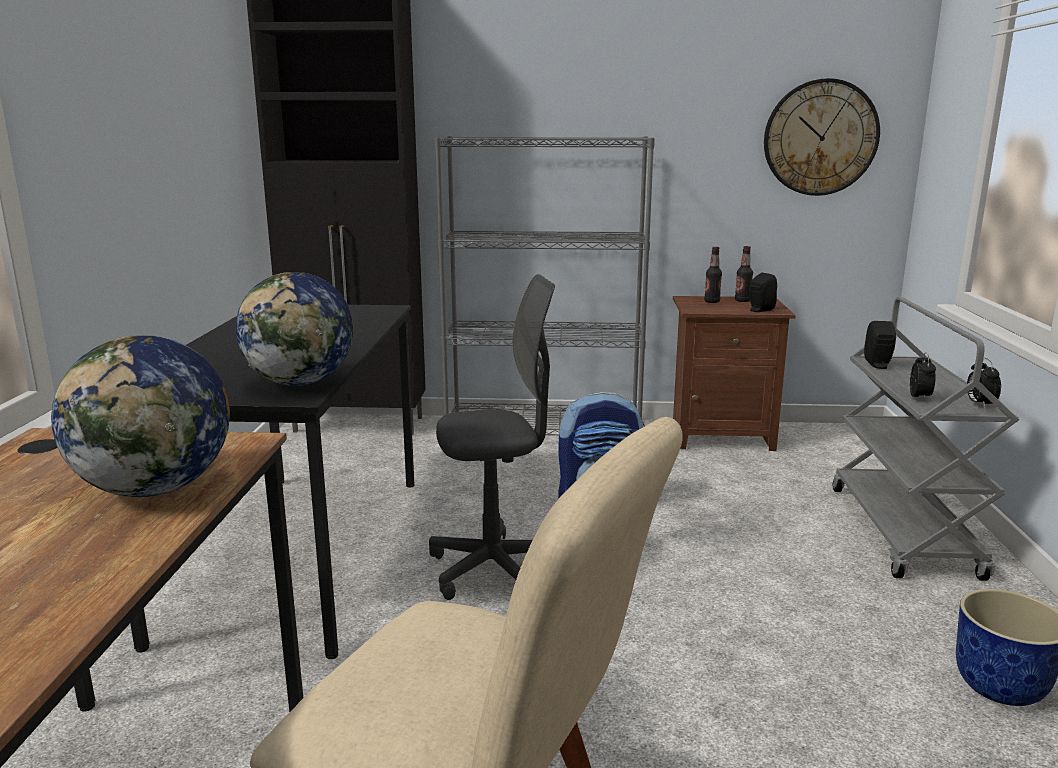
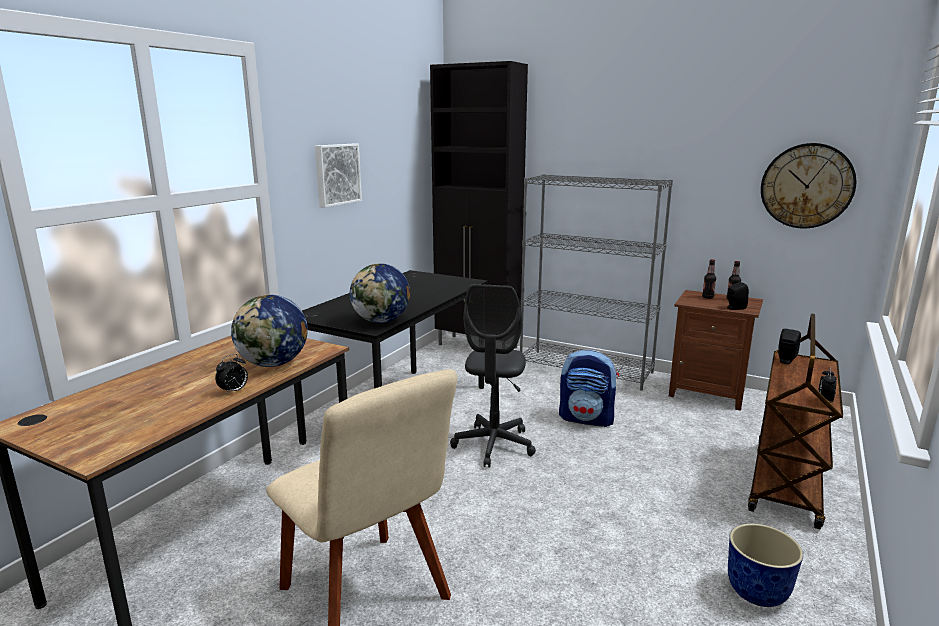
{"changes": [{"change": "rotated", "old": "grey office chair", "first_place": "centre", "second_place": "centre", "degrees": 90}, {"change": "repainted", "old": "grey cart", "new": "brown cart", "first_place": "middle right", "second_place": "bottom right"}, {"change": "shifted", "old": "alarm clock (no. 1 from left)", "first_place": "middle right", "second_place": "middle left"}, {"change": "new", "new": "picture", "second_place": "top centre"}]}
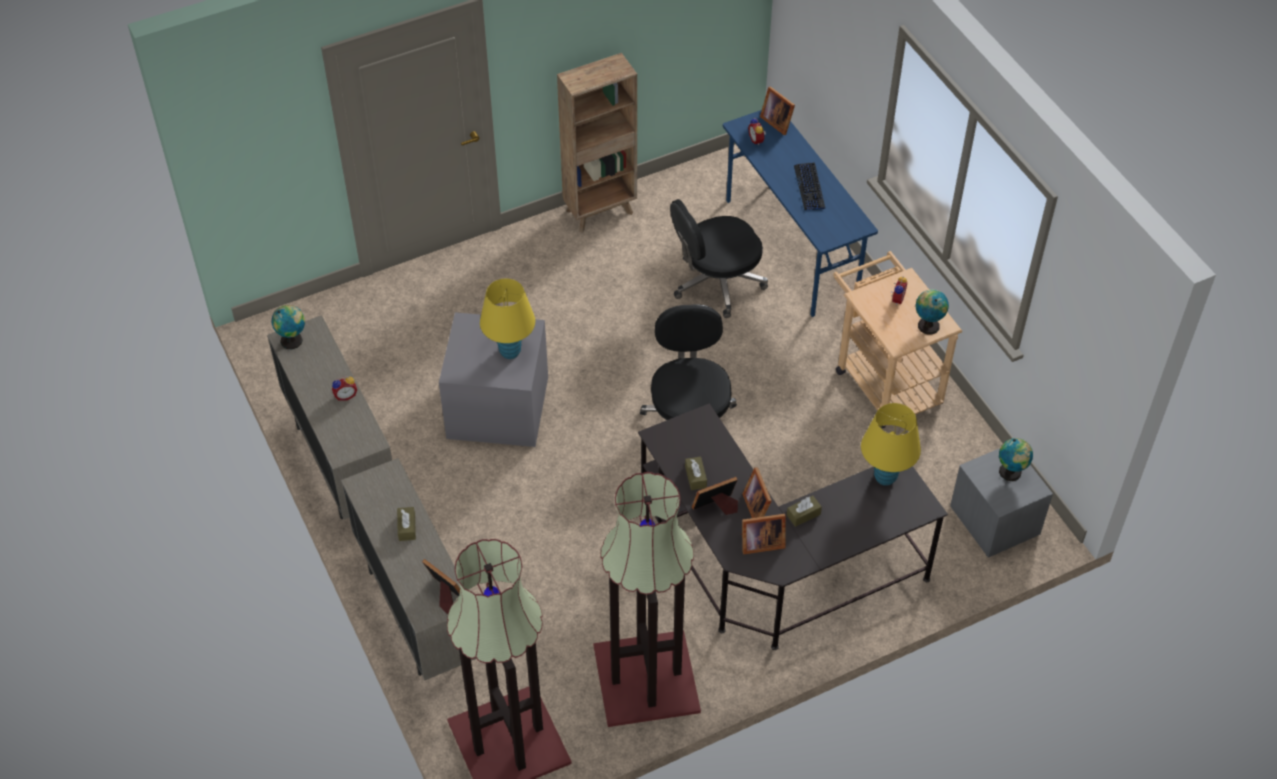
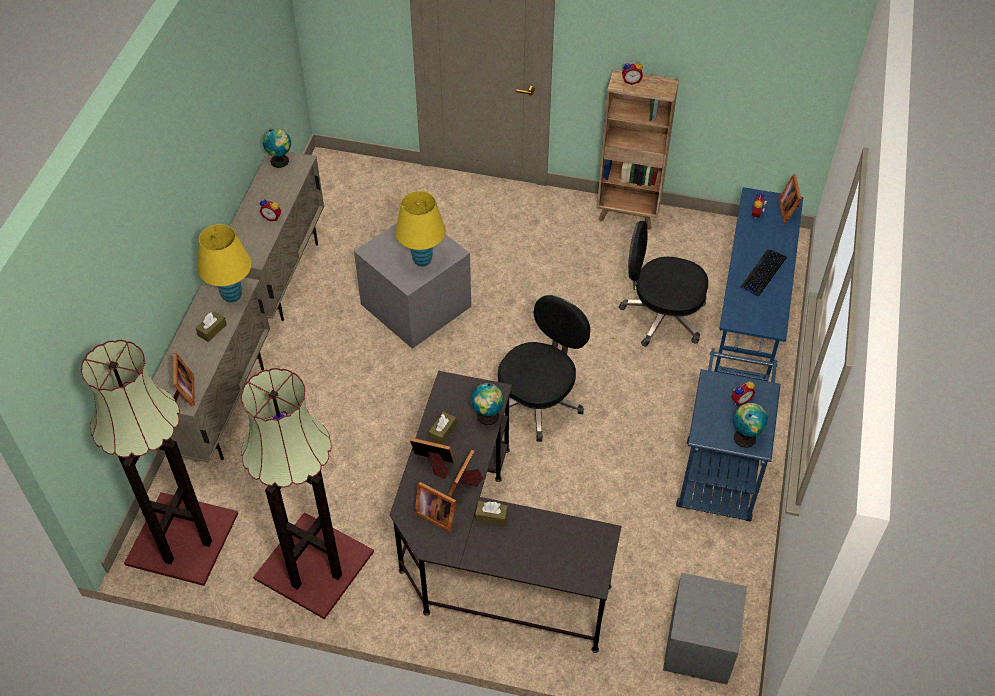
{"changes": [{"change": "repainted", "old": "beige cart", "new": "blue cart", "first_place": "middle right", "second_place": "middle right"}, {"change": "shifted", "old": "yellow table lamp (no. 2 from left in the first image)", "new": "yellow table lamp (no. 1 from left)", "first_place": "middle right", "second_place": "middle left"}, {"change": "shifted", "old": "globe (no. 3 from left in the first image)", "new": "globe (no. 2 from left)", "first_place": "middle right", "second_place": "centre"}, {"change": "new", "new": "alarm clock (no. 2 from left)", "second_place": "top centre"}]}
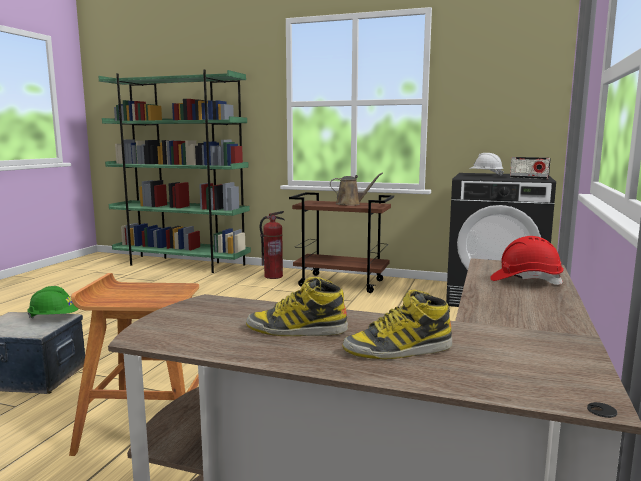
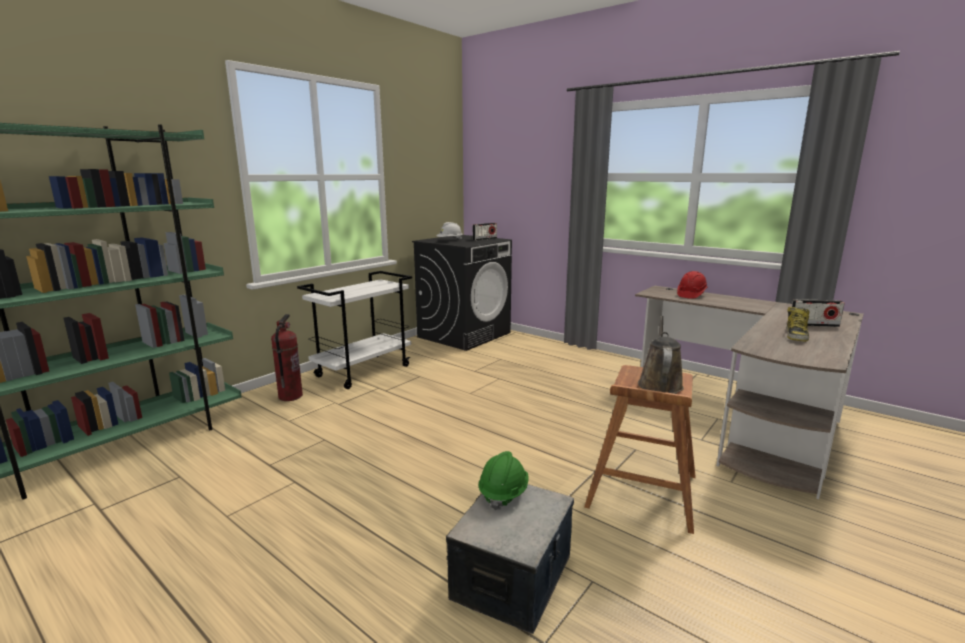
{"changes": [{"change": "repainted", "old": "brown cart", "new": "white cart", "first_place": "centre", "second_place": "centre"}, {"change": "shifted", "old": "brown watering can", "first_place": "centre", "second_place": "middle right"}, {"change": "swapped", "old": "boot (no. 2 from left)", "new": "radio (no. 2 from left)", "first_place": "bottom centre", "second_place": "middle right"}]}
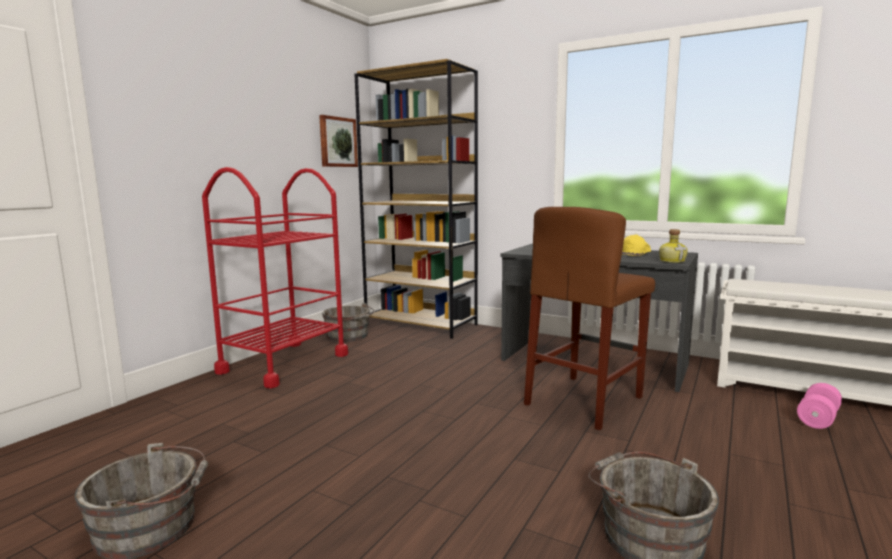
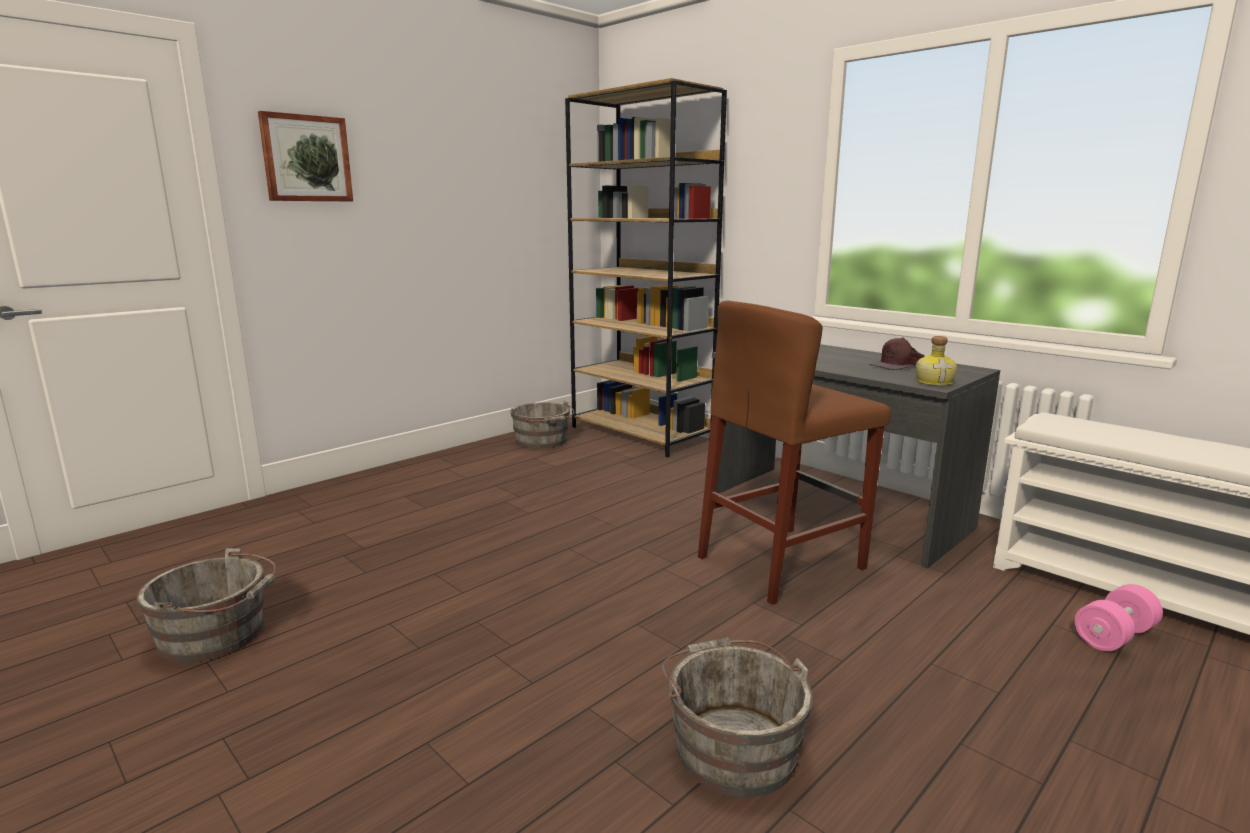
{"changes": [{"change": "gone", "old": "red cart", "first_place": "middle left"}, {"change": "shifted", "old": "picture", "first_place": "top centre", "second_place": "top left"}, {"change": "repainted", "old": "yellow cap", "new": "brown cap", "first_place": "middle right", "second_place": "middle right"}]}
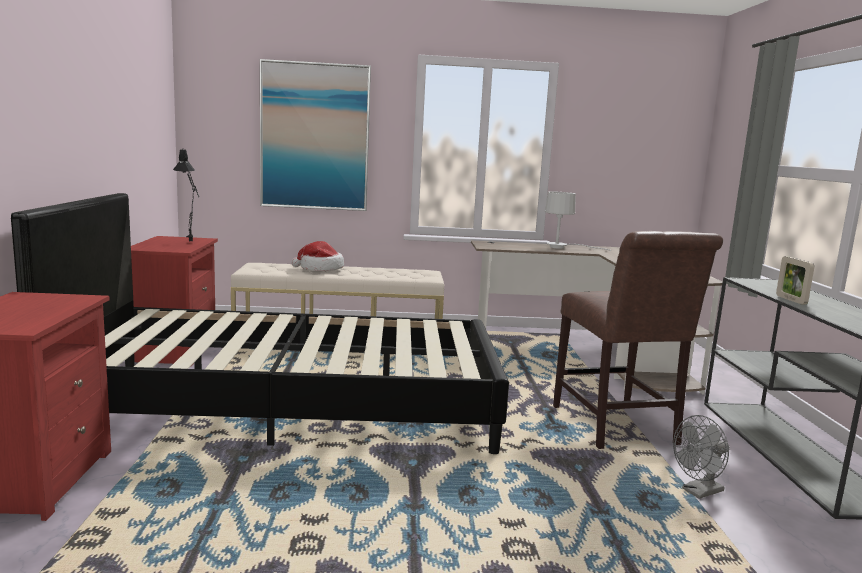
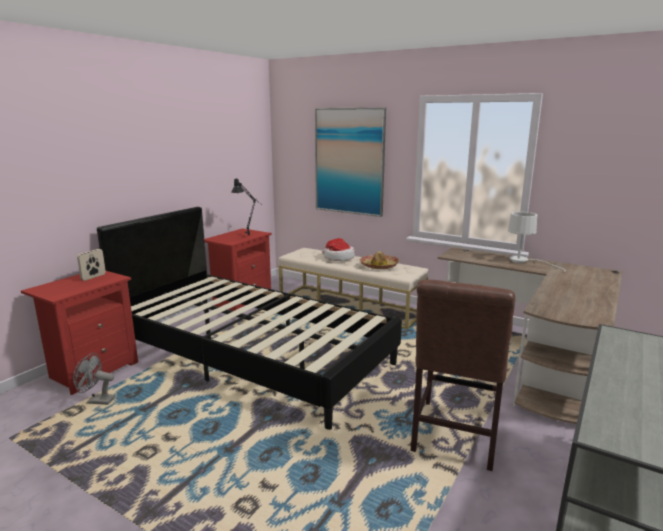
{"changes": [{"change": "shifted", "old": "grey fan", "first_place": "bottom right", "second_place": "bottom left"}, {"change": "shifted", "old": "picture frame", "first_place": "middle right", "second_place": "middle left"}, {"change": "new", "new": "hat (no. 2 from left)", "second_place": "centre"}]}
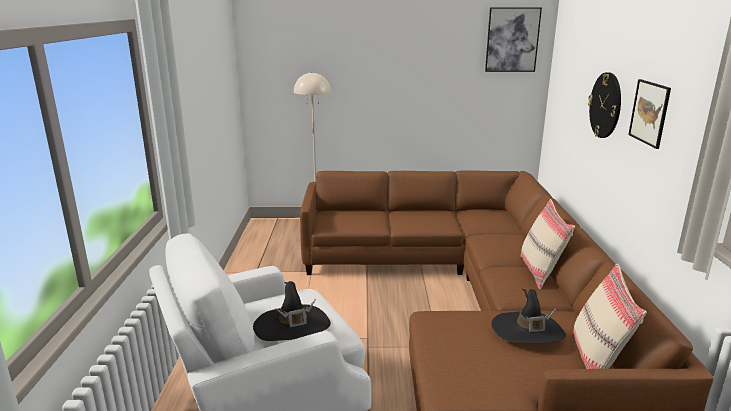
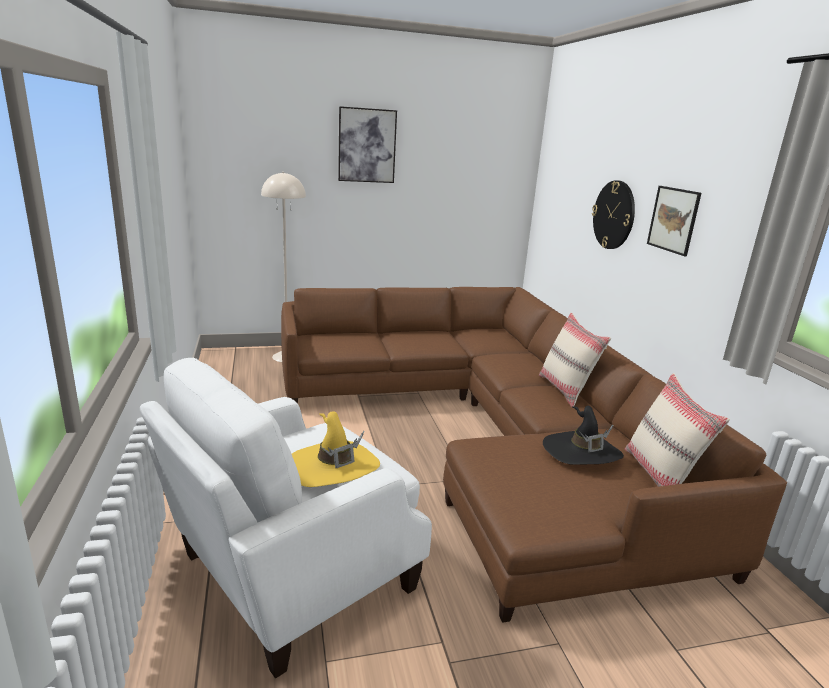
{"changes": [{"change": "repainted", "old": "black hat (no. 1 from left)", "new": "yellow hat", "first_place": "bottom centre", "second_place": "centre"}, {"change": "shifted", "old": "picture (no. 1 from left)", "first_place": "top right", "second_place": "top centre"}]}
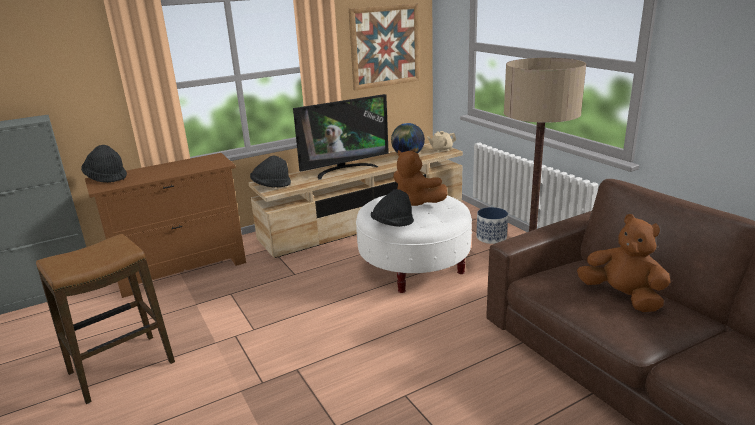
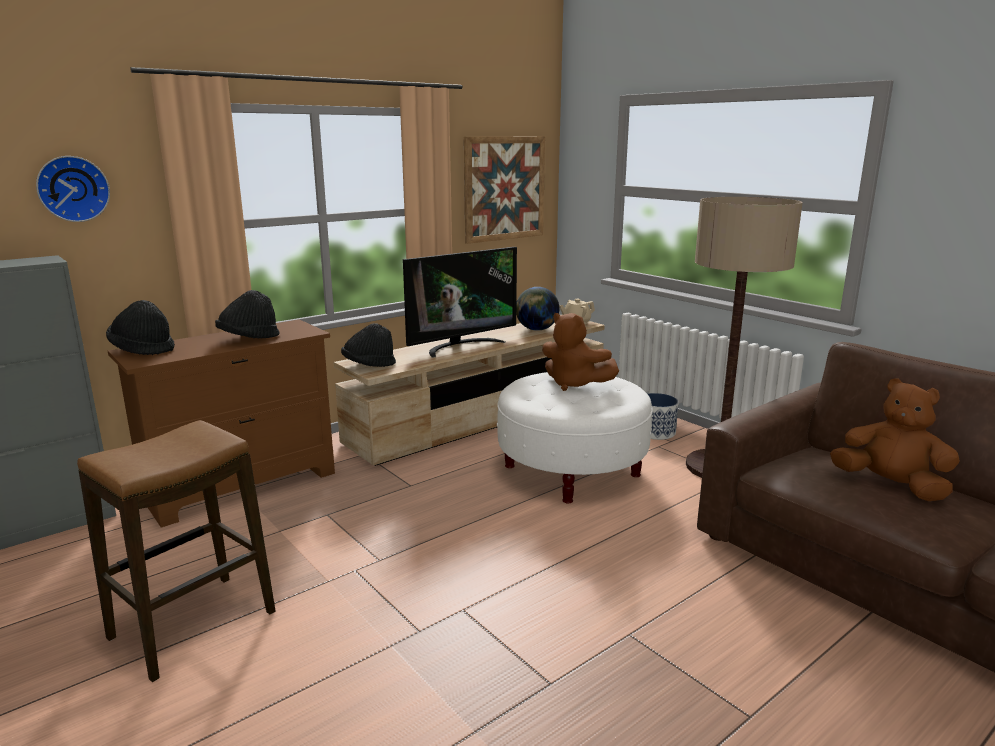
{"changes": [{"change": "shifted", "old": "black hat (no. 3 from left in the first image)", "new": "black hat (no. 2 from left)", "first_place": "centre", "second_place": "middle left"}, {"change": "new", "new": "wall clock", "second_place": "top left"}]}
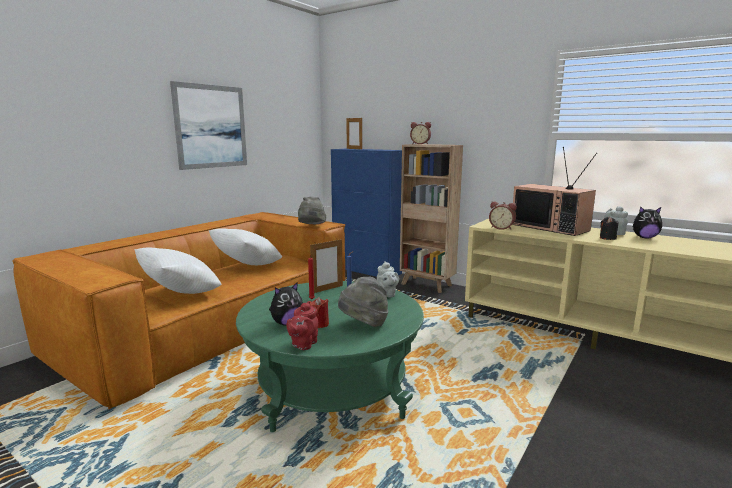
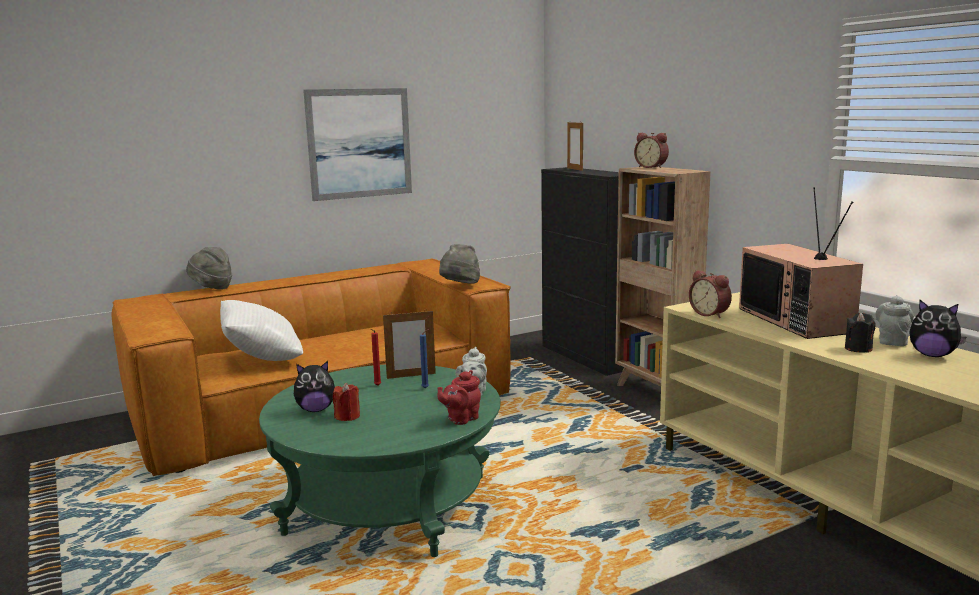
{"changes": [{"change": "gone", "old": "white pillow (no. 2 from left)", "first_place": "centre"}, {"change": "shifted", "old": "red teapot", "first_place": "centre", "second_place": "bottom centre"}, {"change": "repainted", "old": "blue cabinet", "new": "black cabinet", "first_place": "centre", "second_place": "centre"}, {"change": "shifted", "old": "grey hat (no. 2 from left in the first image)", "new": "grey hat (no. 1 from left)", "first_place": "centre", "second_place": "middle left"}]}
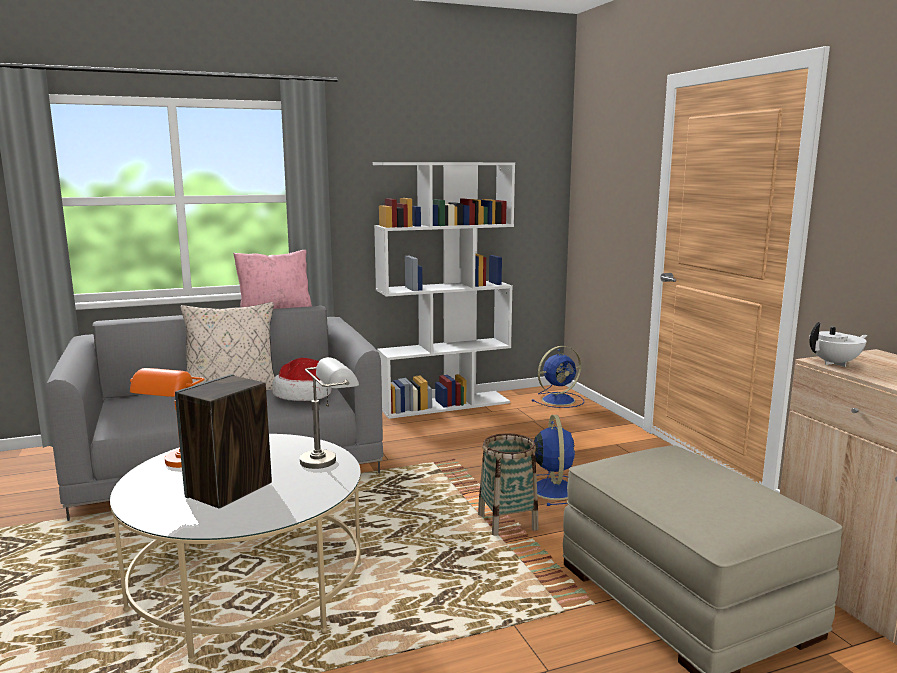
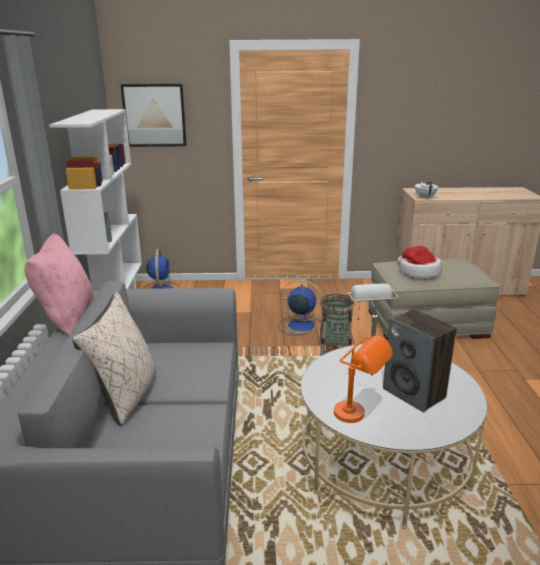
{"changes": [{"change": "shifted", "old": "hat", "first_place": "centre", "second_place": "middle right"}, {"change": "new", "new": "picture", "second_place": "top left"}]}
